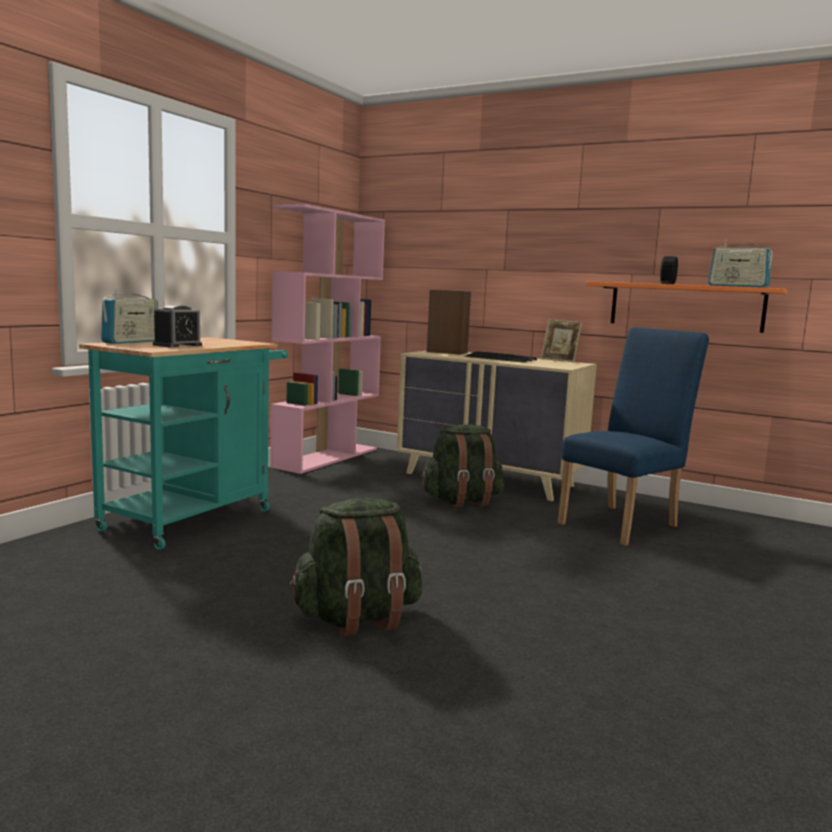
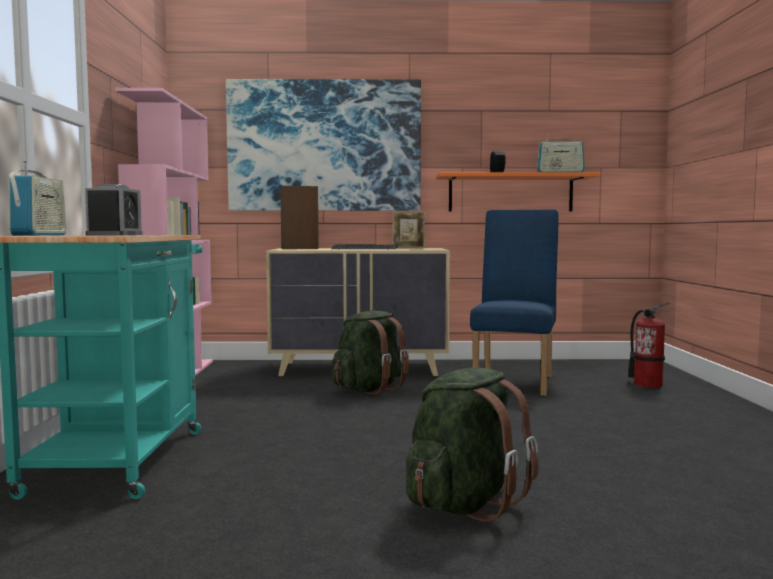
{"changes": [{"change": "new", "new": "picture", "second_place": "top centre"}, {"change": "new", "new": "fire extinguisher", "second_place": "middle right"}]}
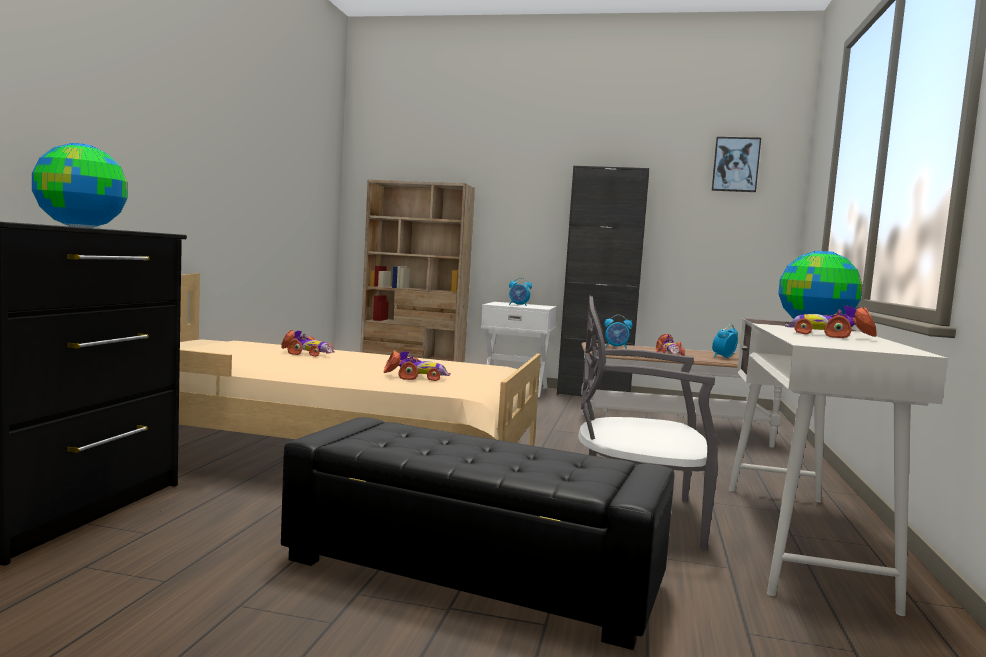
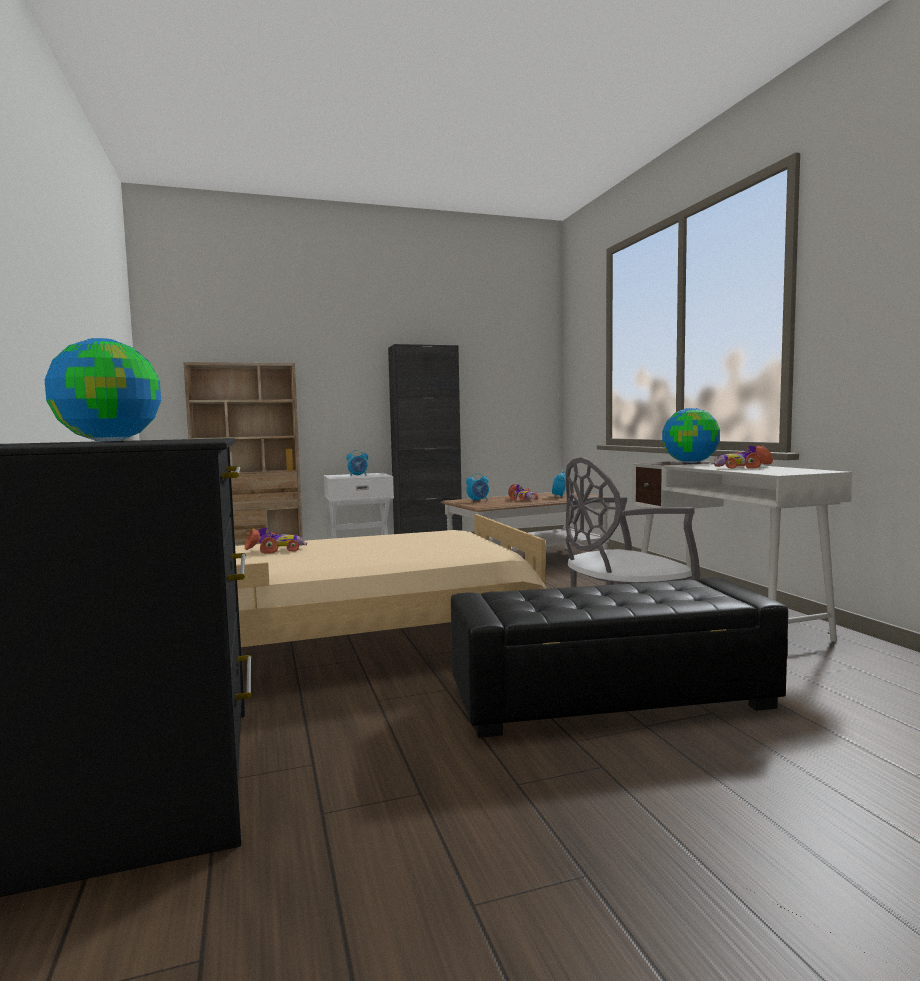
{"changes": [{"change": "gone", "old": "toy car (no. 2 from left)", "first_place": "centre"}, {"change": "gone", "old": "picture", "first_place": "top right"}]}
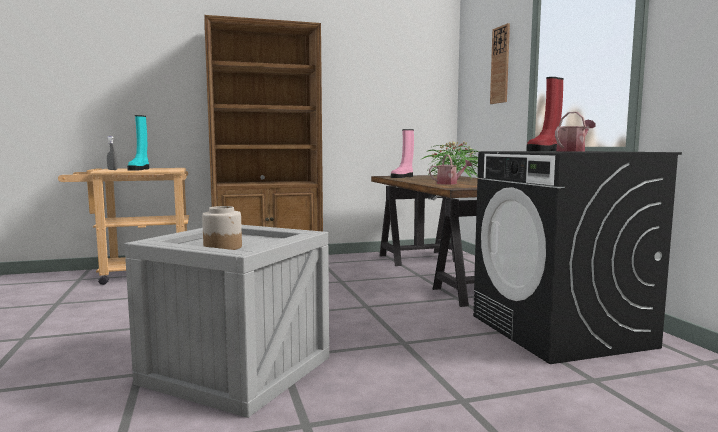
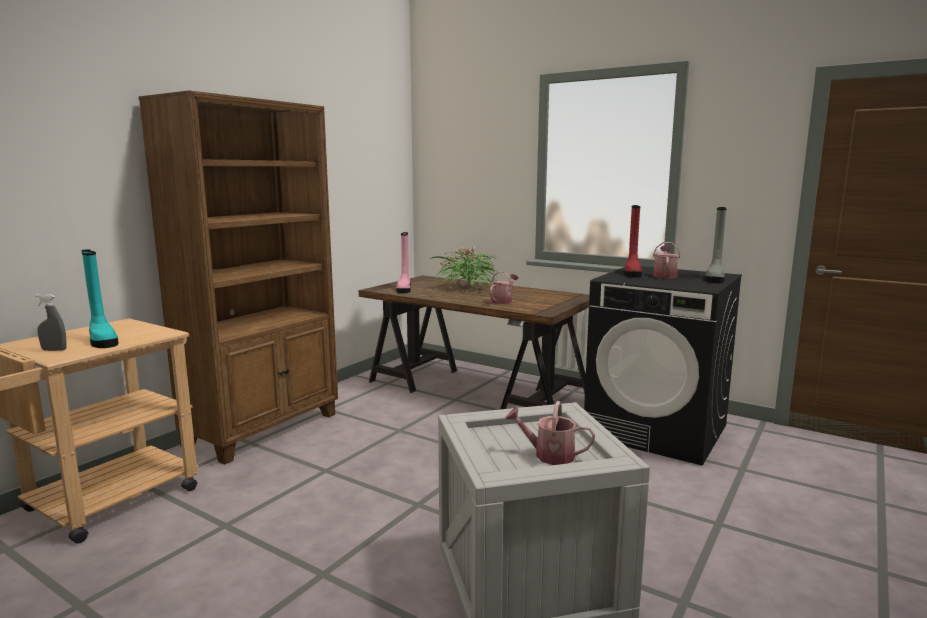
{"changes": [{"change": "swapped", "old": "jar", "new": "watering can (no. 2 from left)", "first_place": "middle left", "second_place": "bottom centre"}, {"change": "gone", "old": "wall clock", "first_place": "top right"}, {"change": "new", "new": "grey boot", "second_place": "middle right"}]}
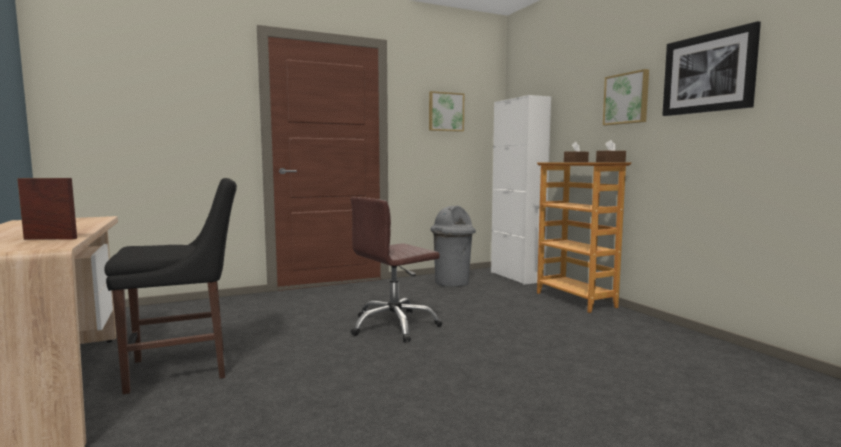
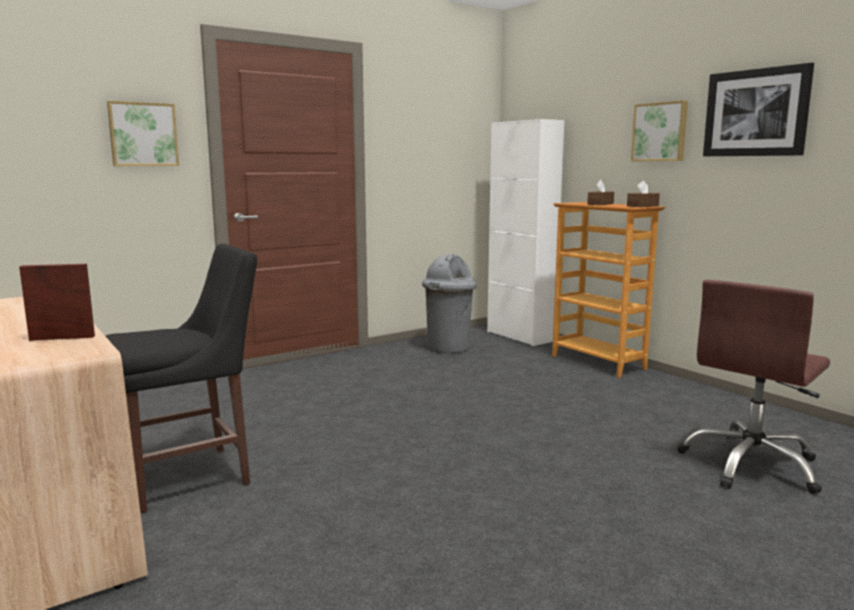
{"changes": [{"change": "shifted", "old": "brown office chair", "first_place": "centre", "second_place": "middle right"}, {"change": "shifted", "old": "picture (no. 1 from left)", "first_place": "top centre", "second_place": "top left"}]}
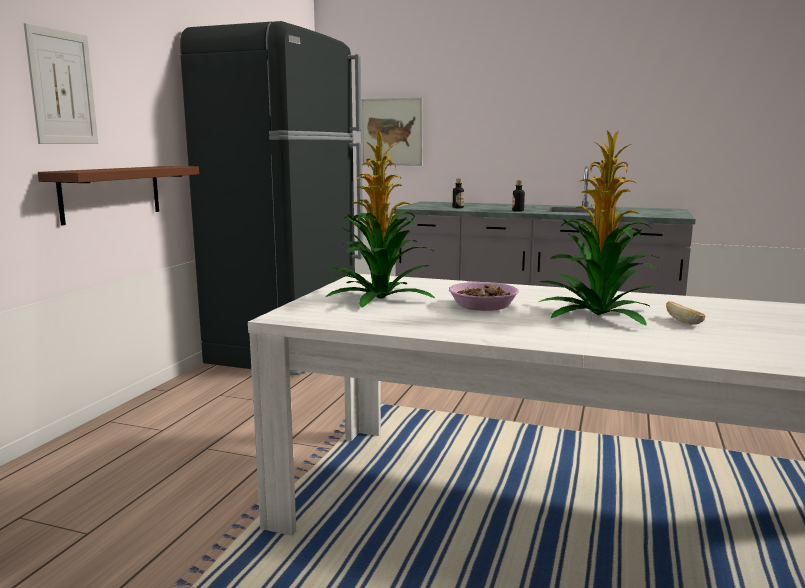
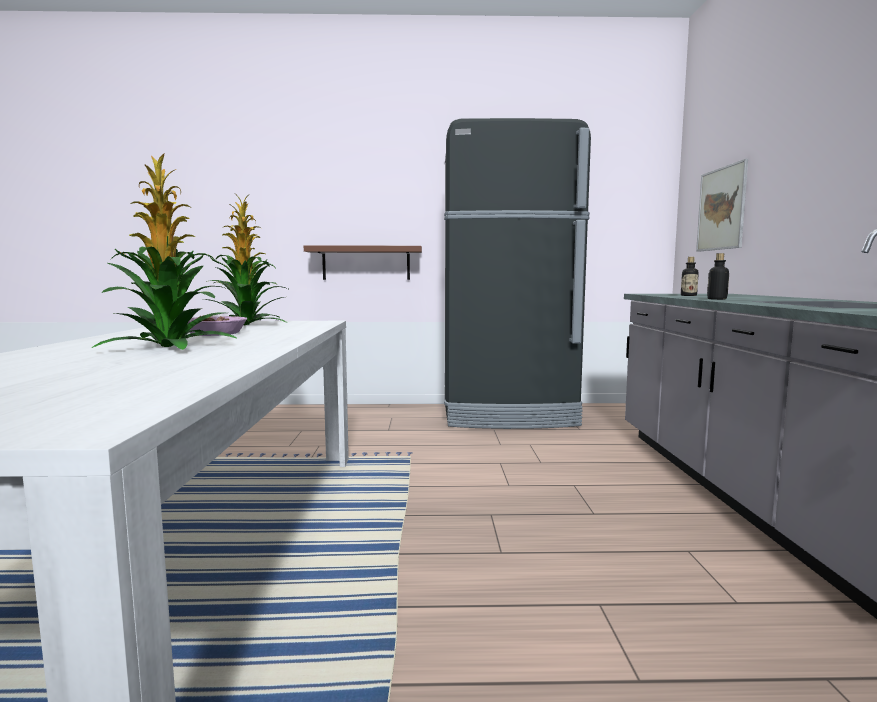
{"changes": [{"change": "gone", "old": "picture (no. 1 from left)", "first_place": "top left"}, {"change": "gone", "old": "bread", "first_place": "middle right"}]}
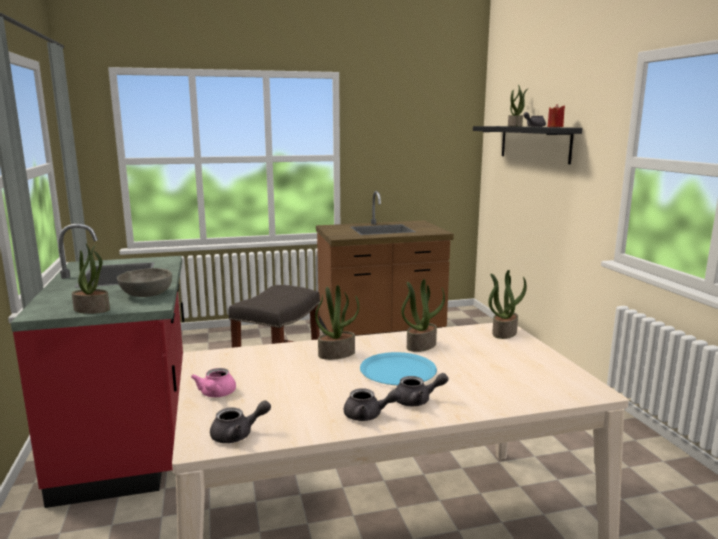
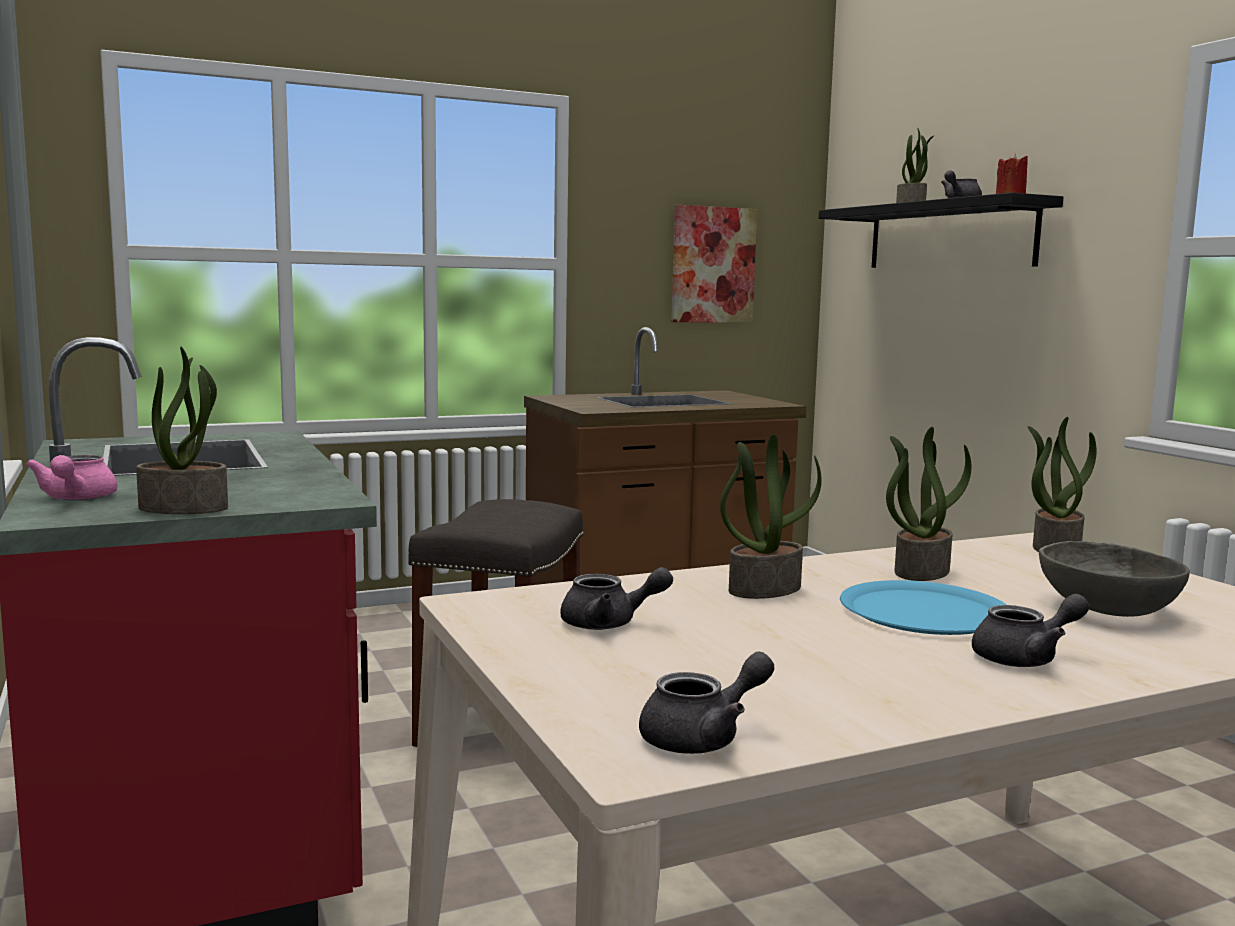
{"changes": [{"change": "shifted", "old": "grey bowl", "first_place": "middle left", "second_place": "middle right"}, {"change": "shifted", "old": "pink teapot", "first_place": "bottom left", "second_place": "middle left"}, {"change": "shifted", "old": "grey teapot (no. 2 from left in the first image)", "new": "grey teapot (no. 1 from left)", "first_place": "bottom centre", "second_place": "centre"}, {"change": "new", "new": "picture", "second_place": "top centre"}]}
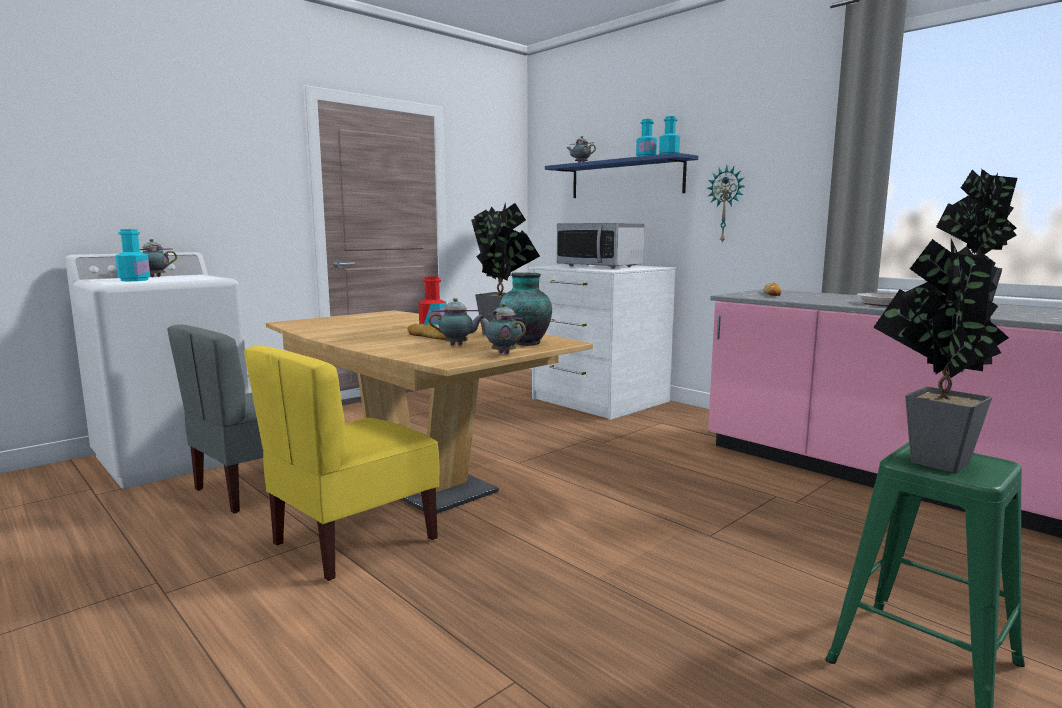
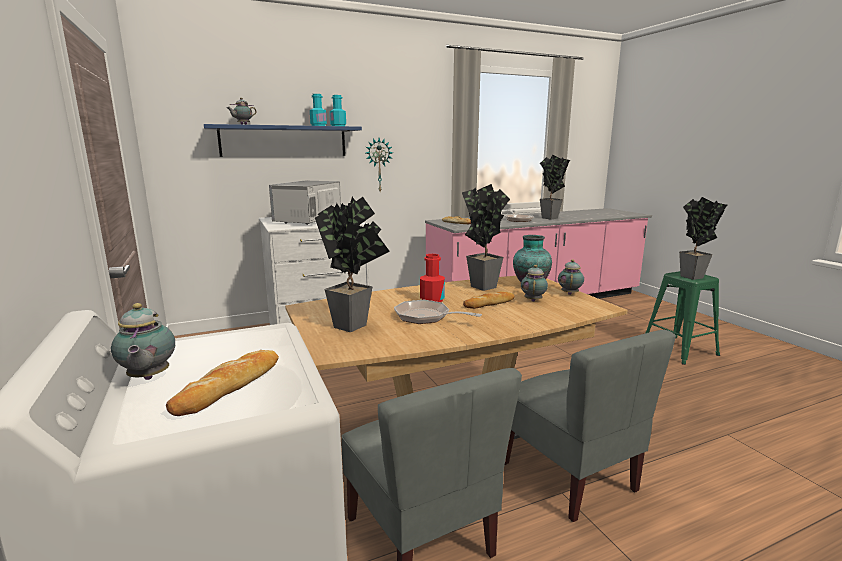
{"changes": [{"change": "swapped", "old": "turquoise bottle (no. 1 from left)", "new": "bread (no. 1 from left)", "first_place": "middle left", "second_place": "bottom left"}, {"change": "repainted", "old": "yellow chair", "new": "grey chair (no. 2 from left)", "first_place": "middle left", "second_place": "bottom right"}, {"change": "rotated", "old": "teapot (no. 3 from left in the first image)", "first_place": "centre", "second_place": "middle right", "degrees": 135}, {"change": "rotated", "old": "microwave", "first_place": "centre", "second_place": "centre", "degrees": 135}, {"change": "new", "new": "potted plant (no. 1 from left)", "second_place": "centre"}, {"change": "new", "new": "frying pan (no. 1 from left)", "second_place": "centre"}]}
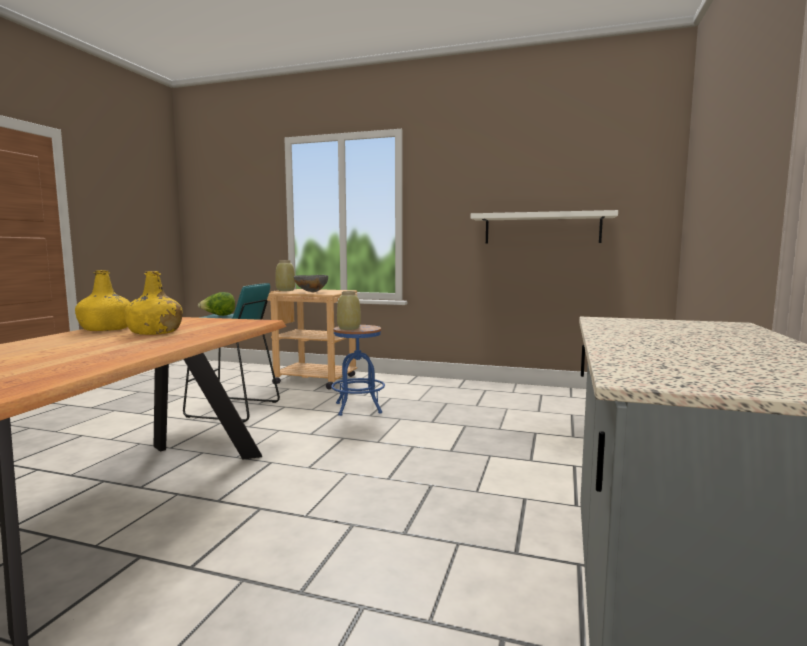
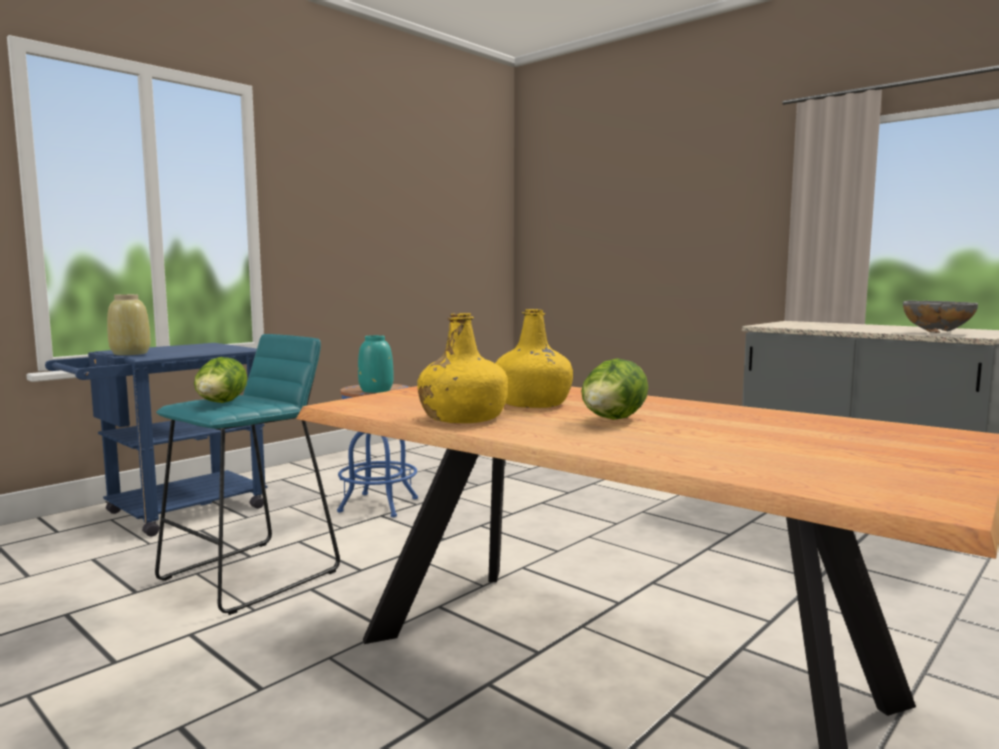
{"changes": [{"change": "repainted", "old": "beige cart", "new": "blue cart", "first_place": "centre", "second_place": "middle left"}, {"change": "shifted", "old": "grey bowl", "first_place": "centre", "second_place": "middle right"}, {"change": "repainted", "old": "beige vase (no. 2 from left)", "new": "turquoise vase", "first_place": "centre", "second_place": "centre"}, {"change": "gone", "old": "white shelf", "first_place": "middle right"}, {"change": "new", "new": "lettuce (no. 2 from left)", "second_place": "centre"}]}
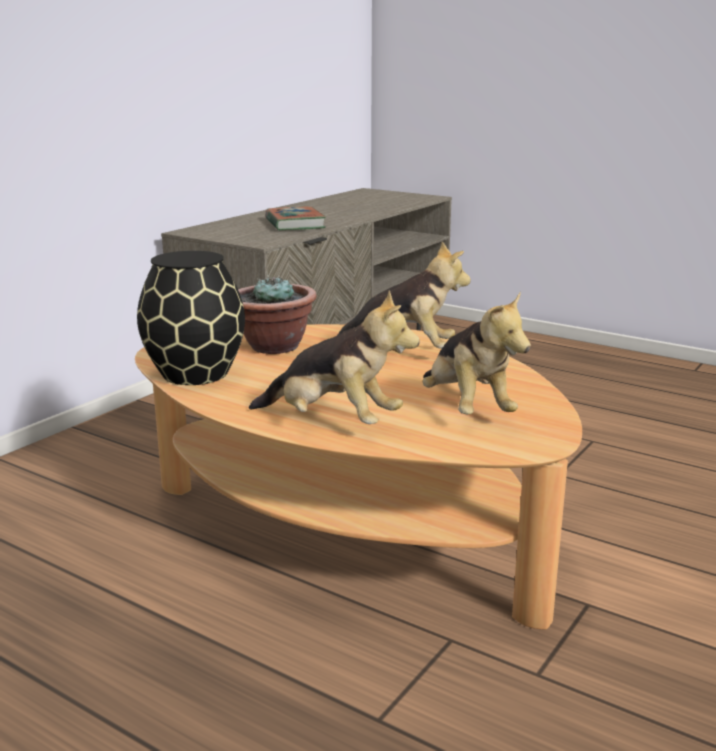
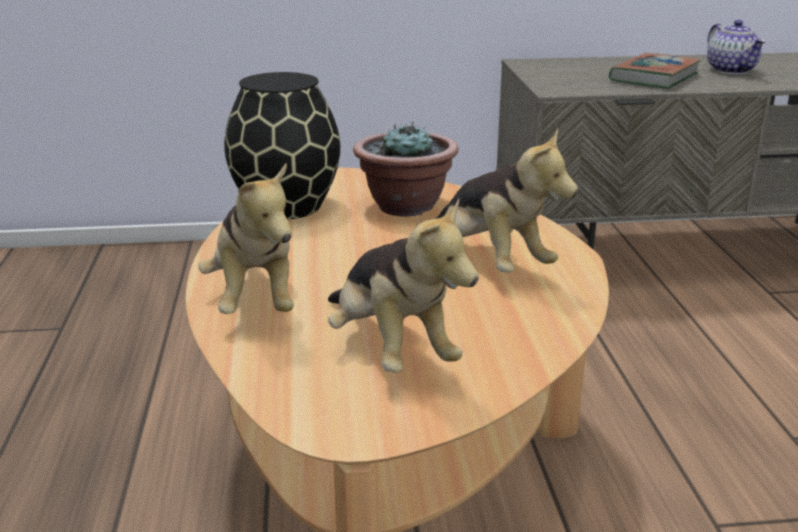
{"changes": [{"change": "rotated", "old": "plush toy (no. 3 from left in the first image)", "first_place": "centre", "second_place": "centre", "degrees": -60}, {"change": "new", "new": "teapot", "second_place": "top right"}]}
